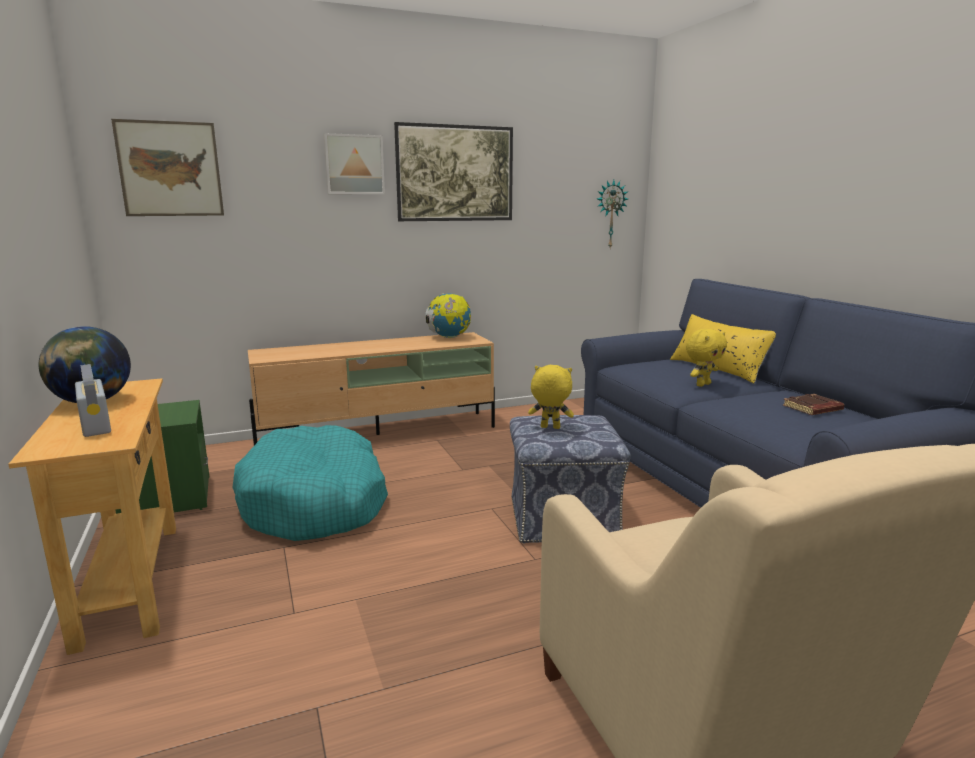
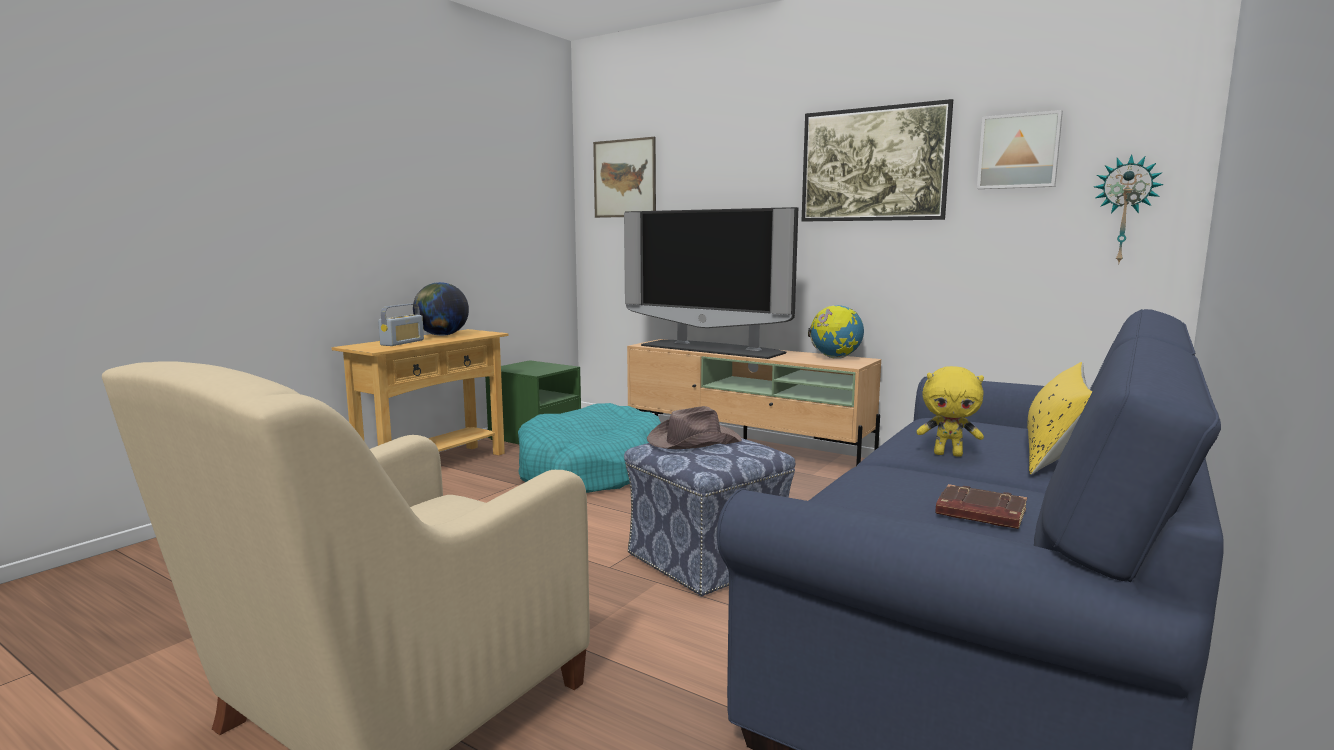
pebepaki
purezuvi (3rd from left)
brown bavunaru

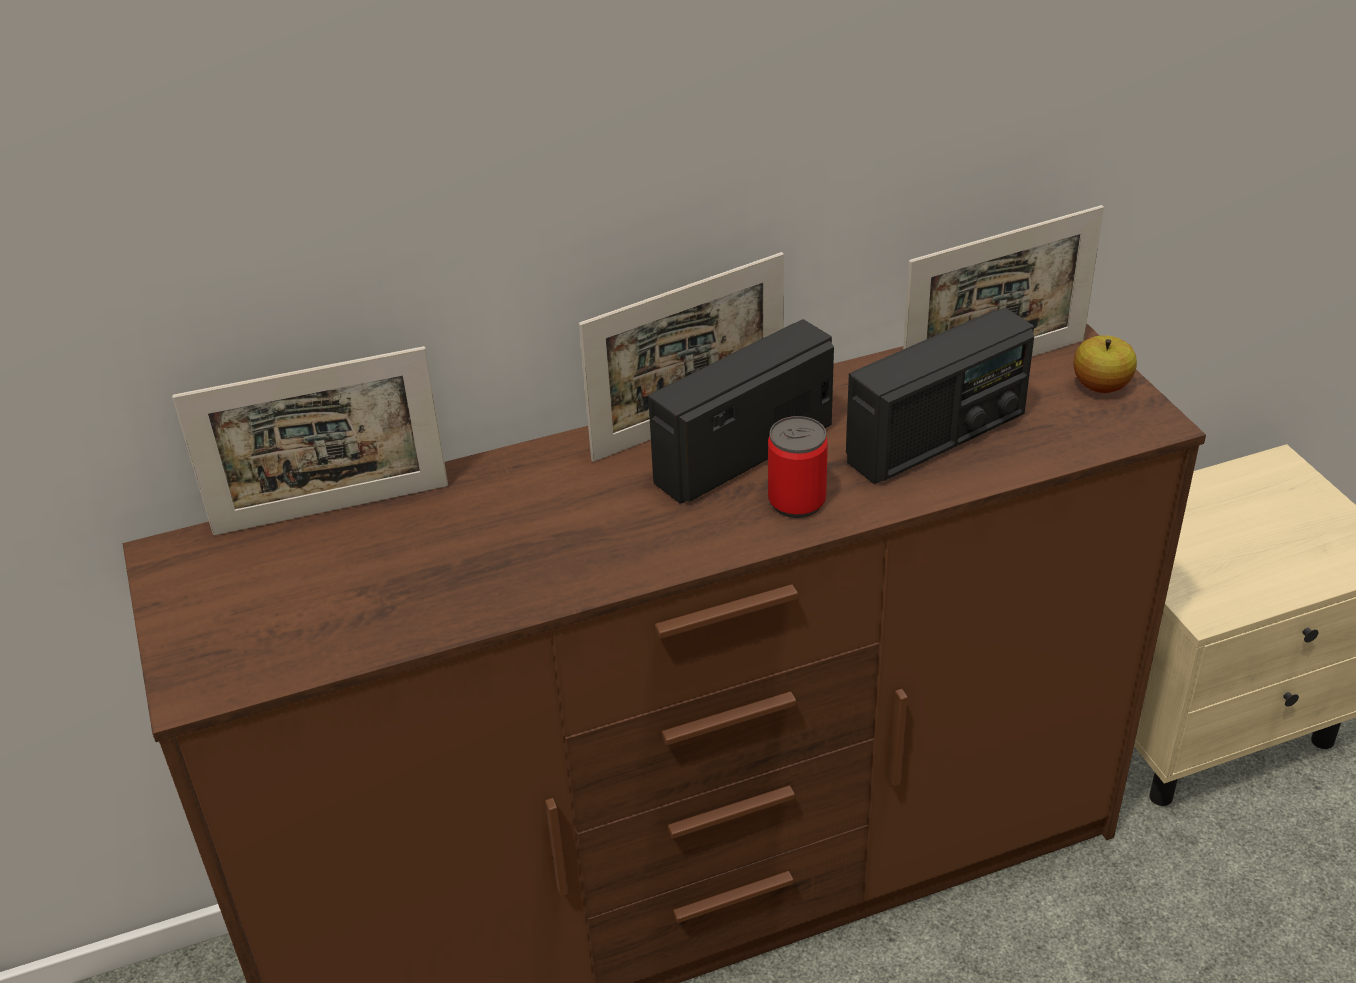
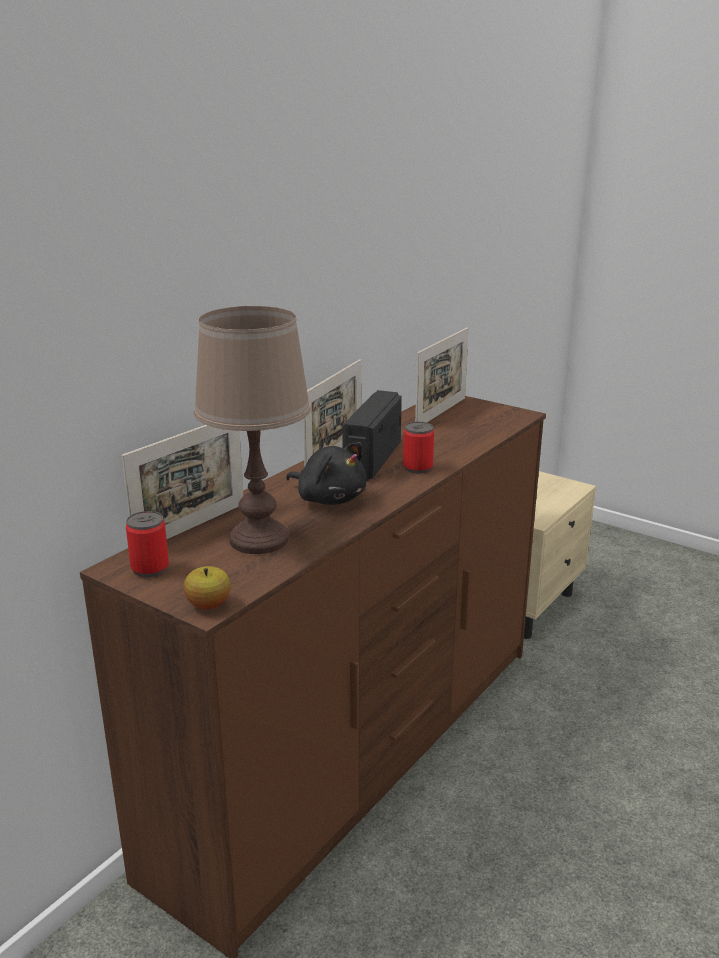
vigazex (2nd from left in the first image)
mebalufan (1st from left)
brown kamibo
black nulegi
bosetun

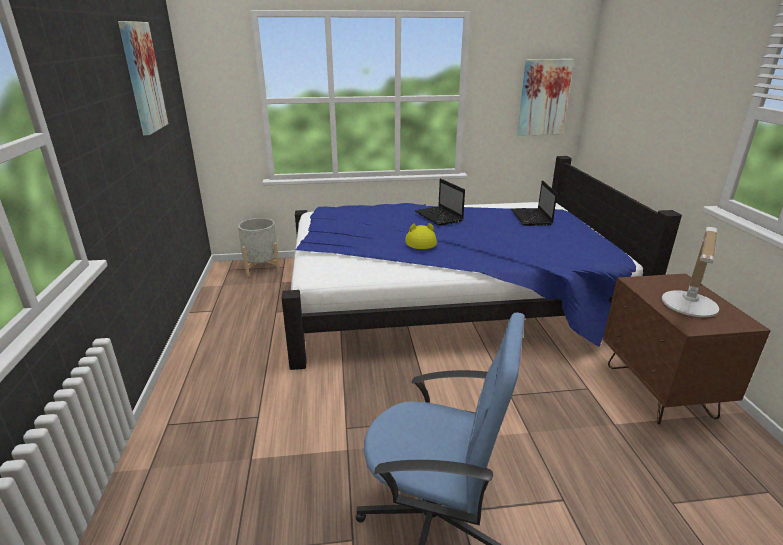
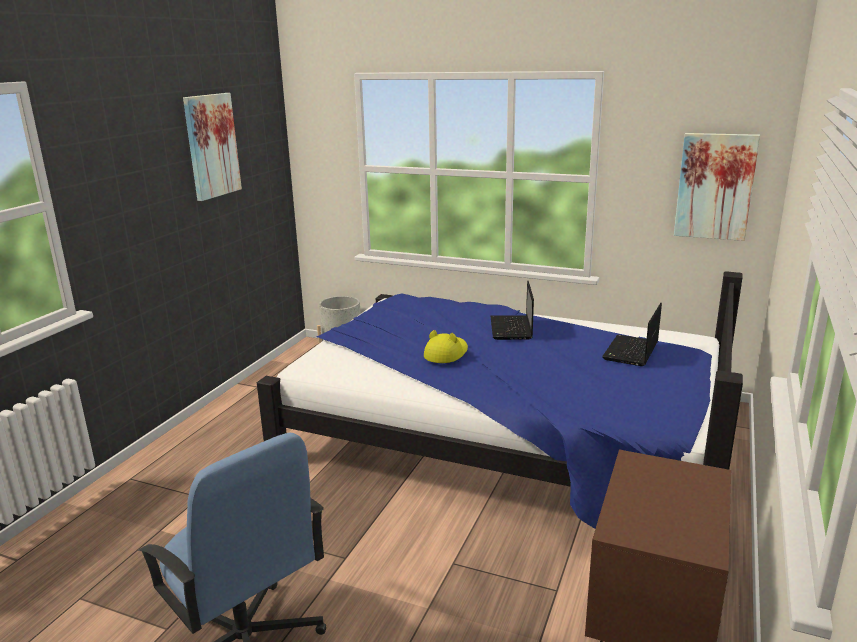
kamibo

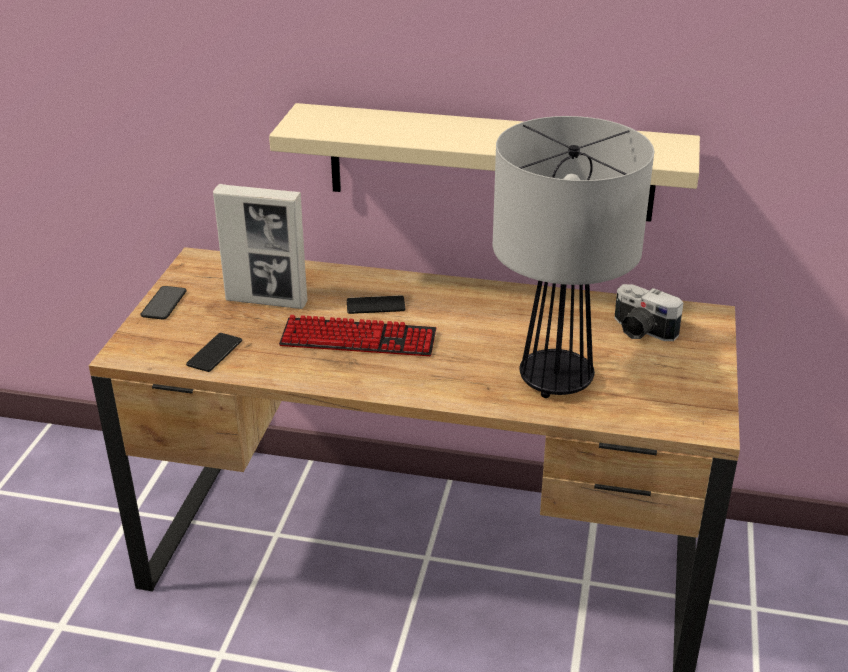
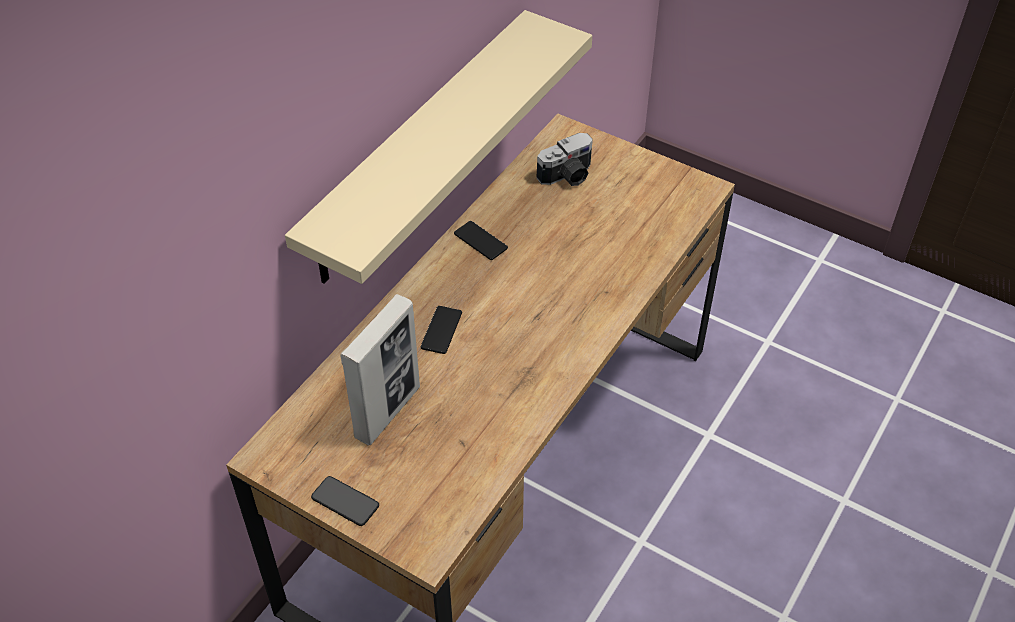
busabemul
kamibo
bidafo (3rd from left)

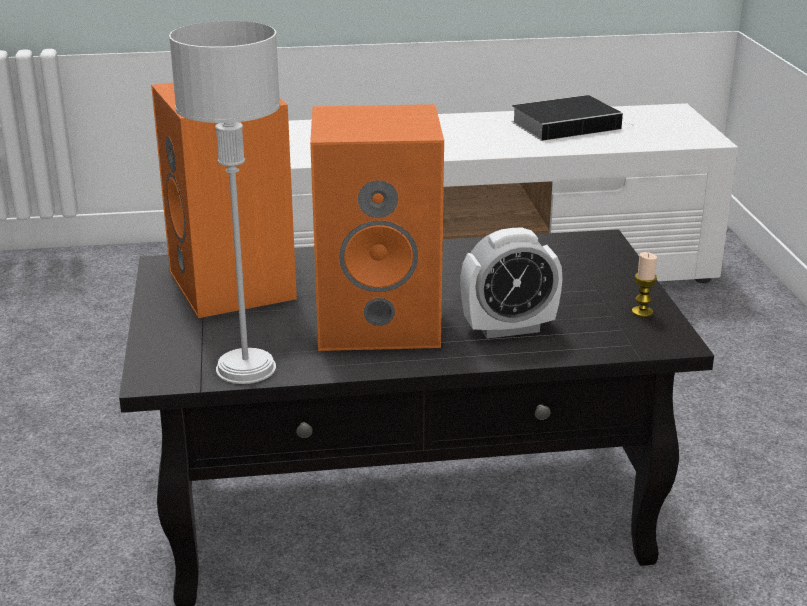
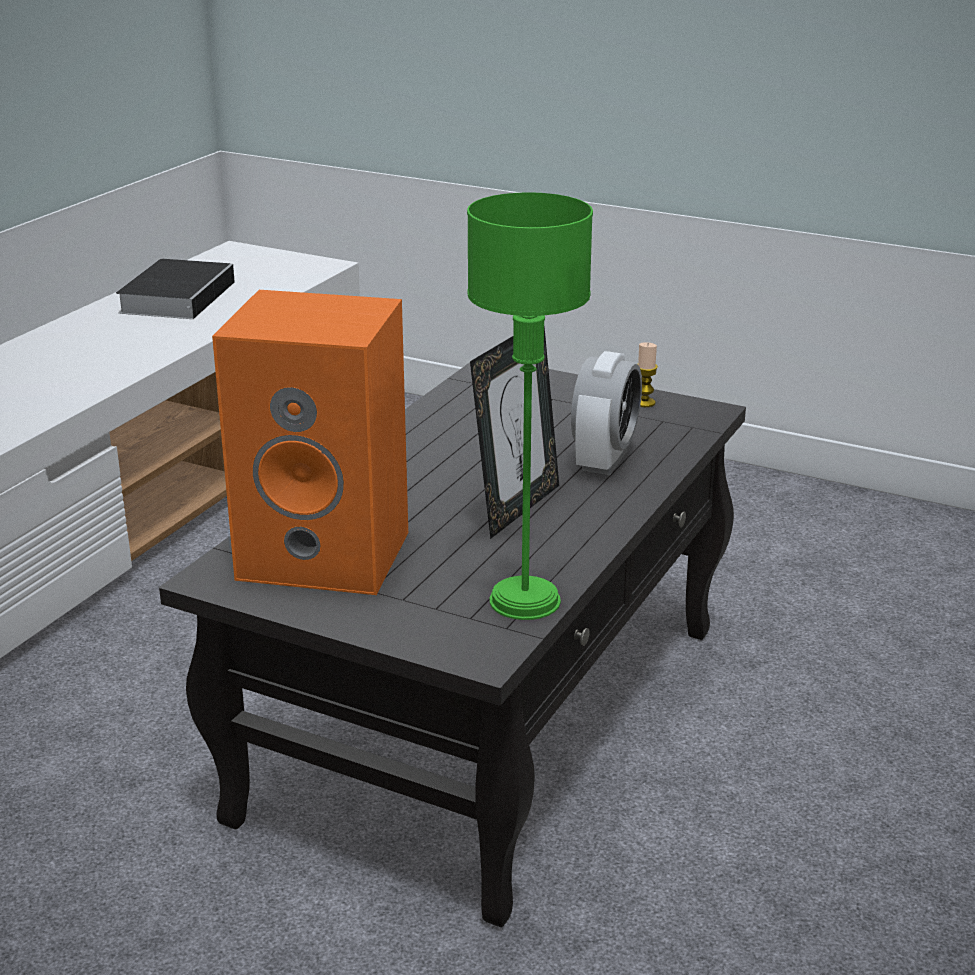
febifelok
green kamibo

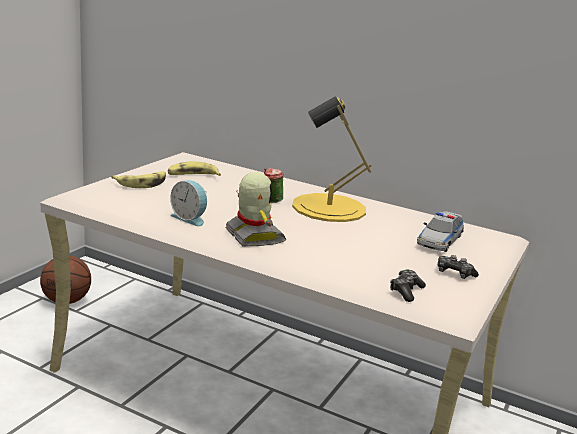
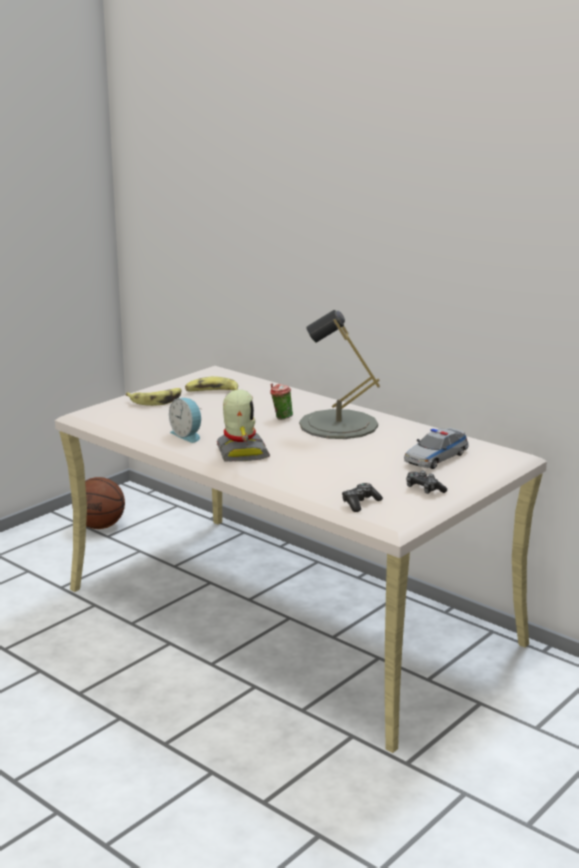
grey kamibo

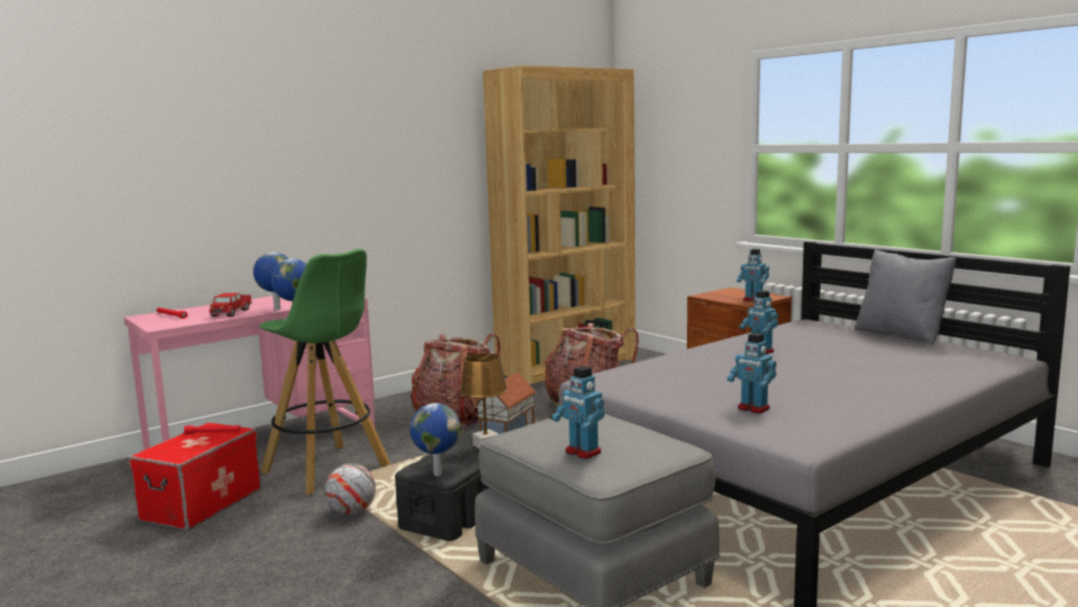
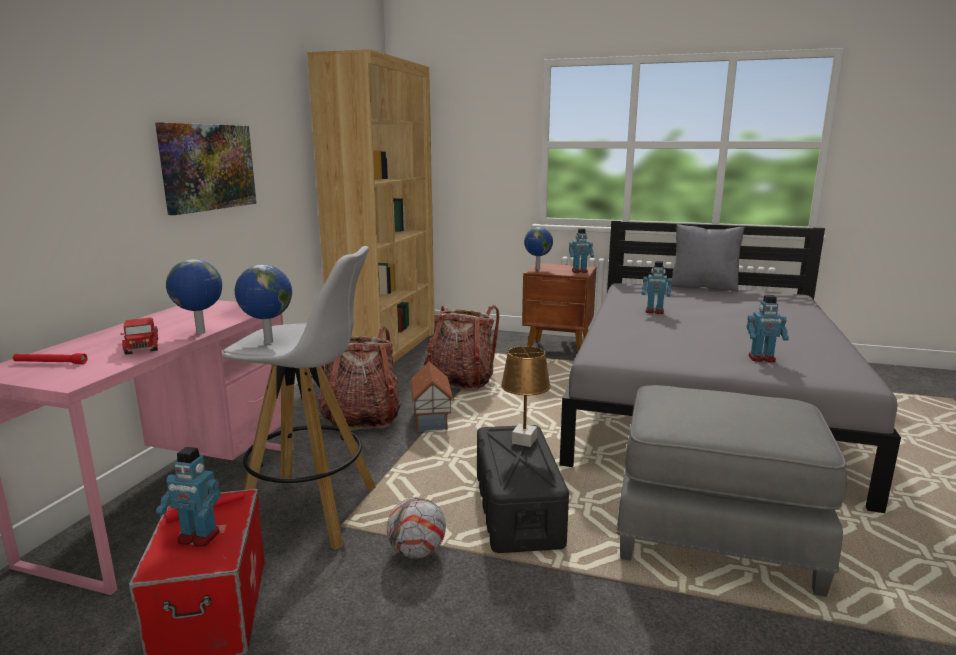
purezuvi
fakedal (3rd from left)
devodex (1st from left)
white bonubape

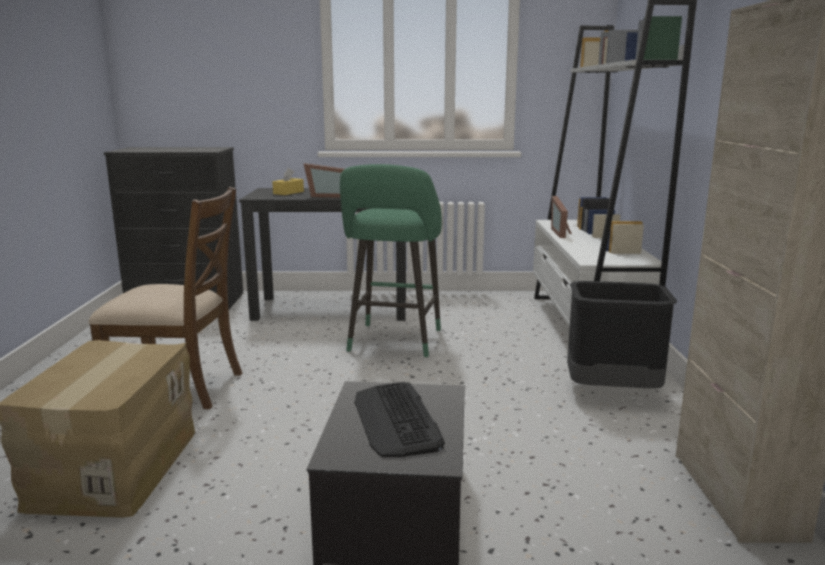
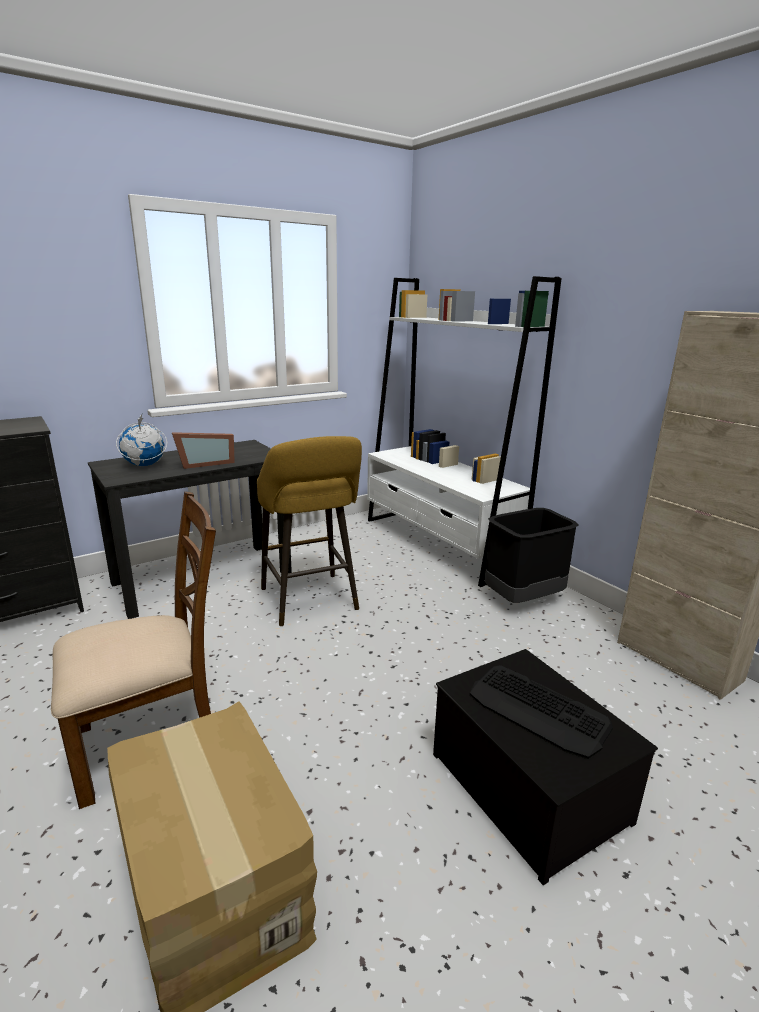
febifelok (2nd from left in the first image)
fakedal
yellow bonubape

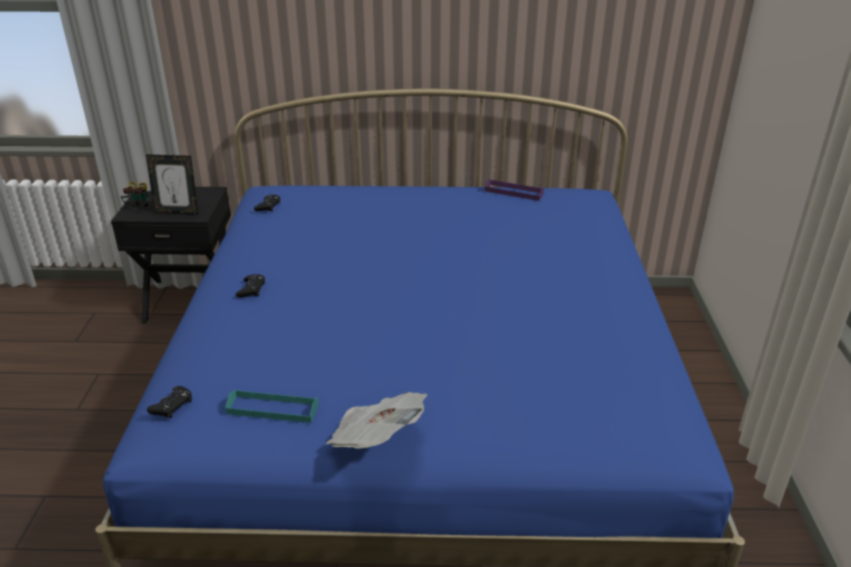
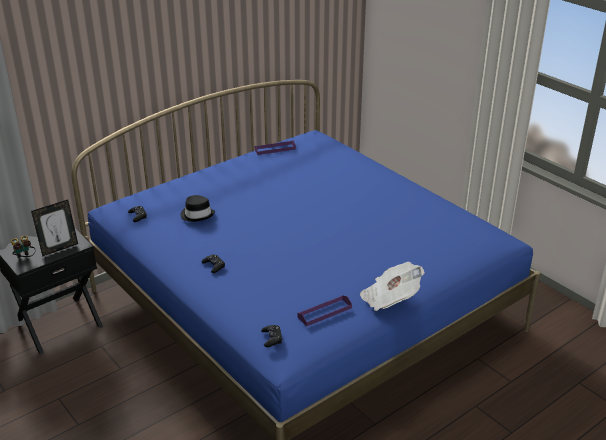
black bavunaru
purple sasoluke (2nd from left)

